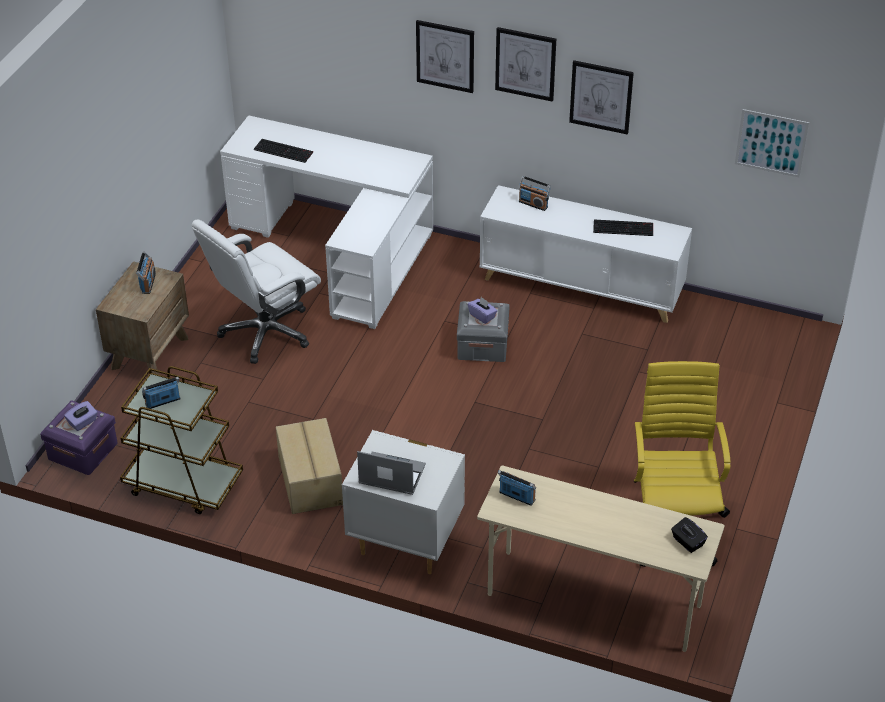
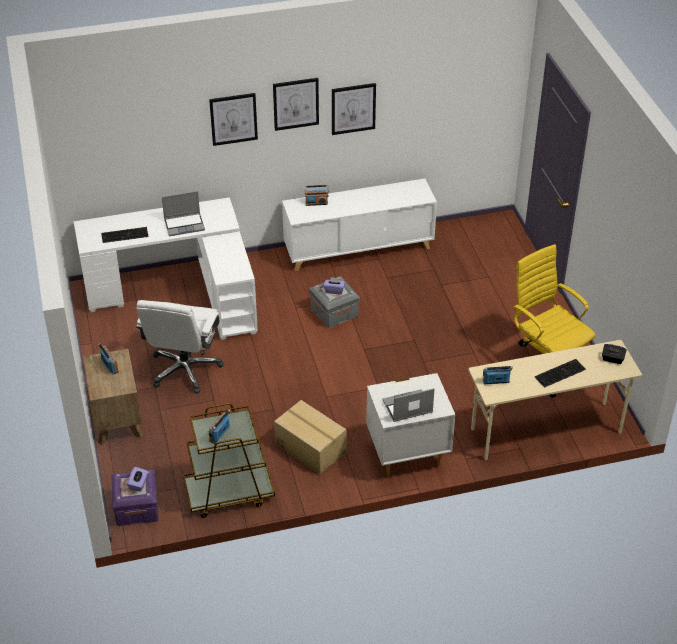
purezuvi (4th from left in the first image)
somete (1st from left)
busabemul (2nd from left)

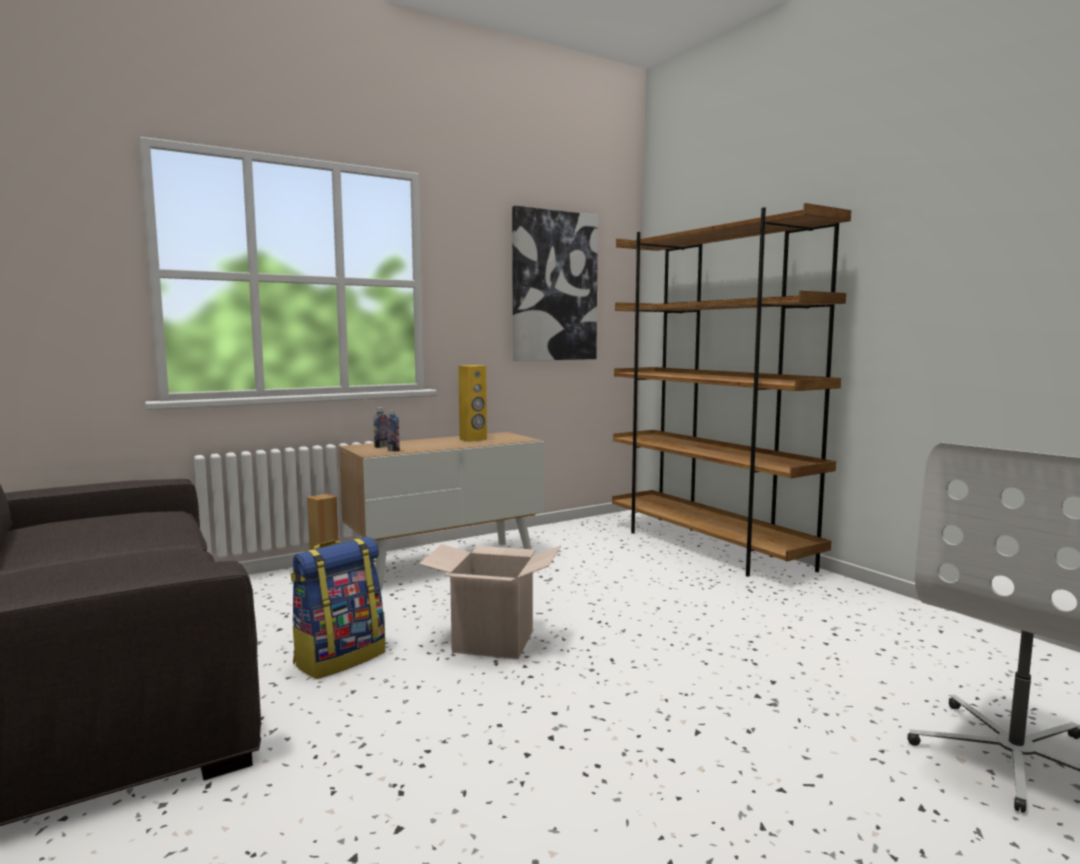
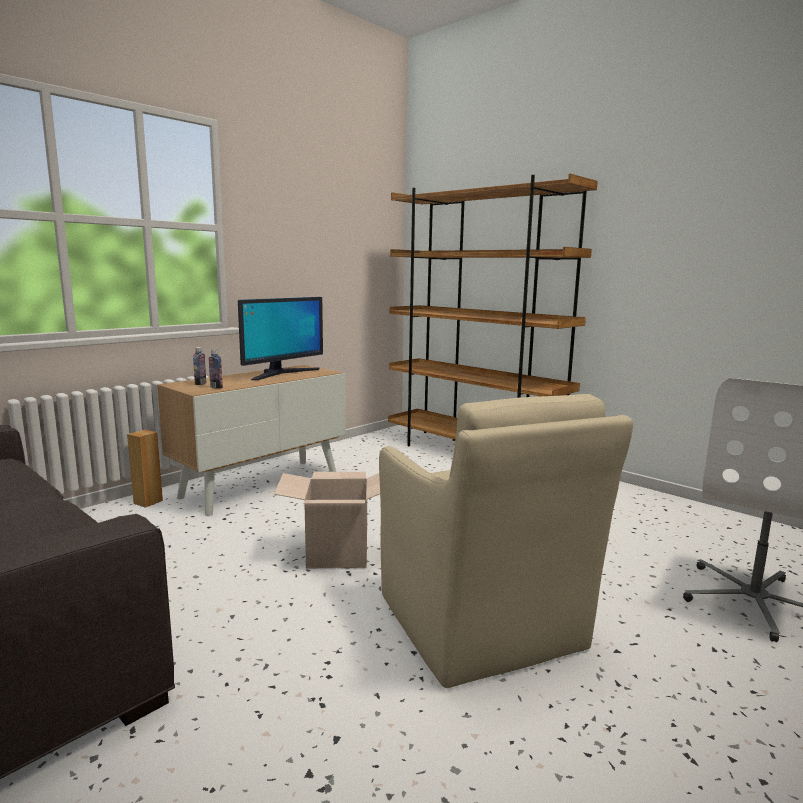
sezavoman
purezuvi
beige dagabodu
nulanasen

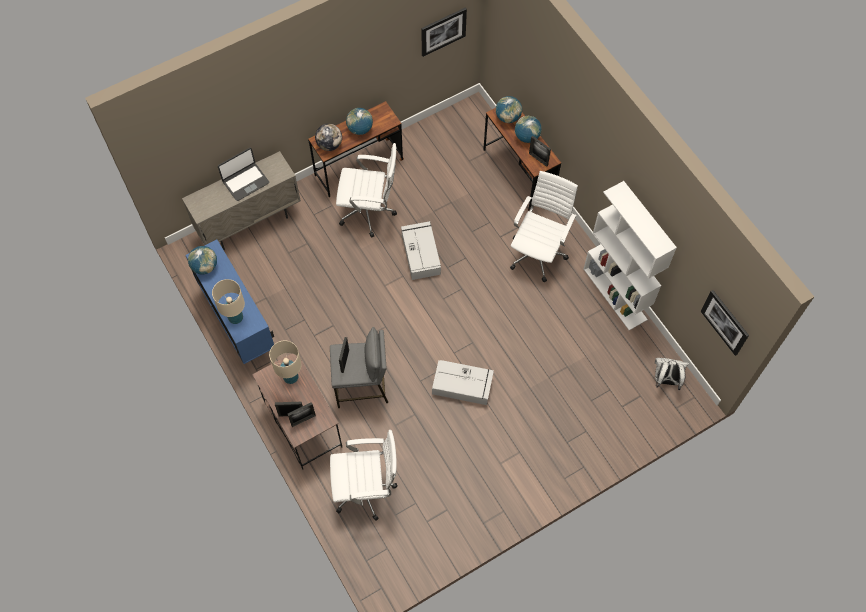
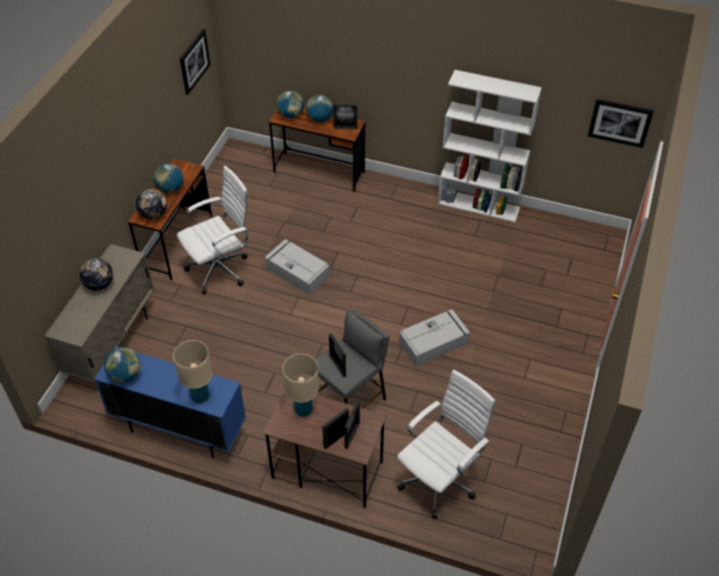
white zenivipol (3rd from left in the first image)
white sezavoman
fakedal (1st from left)

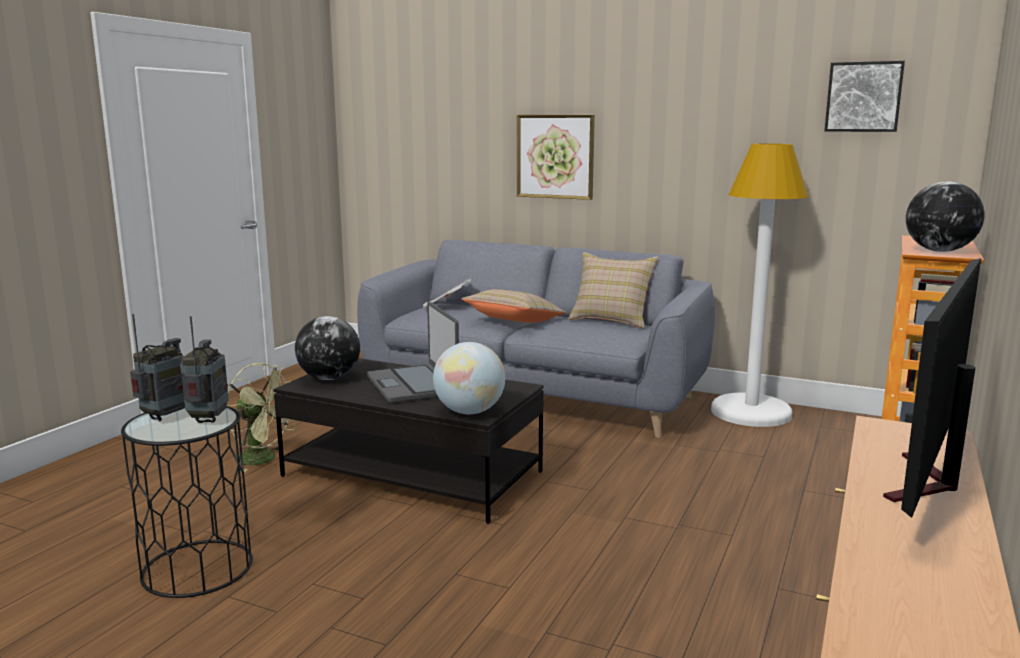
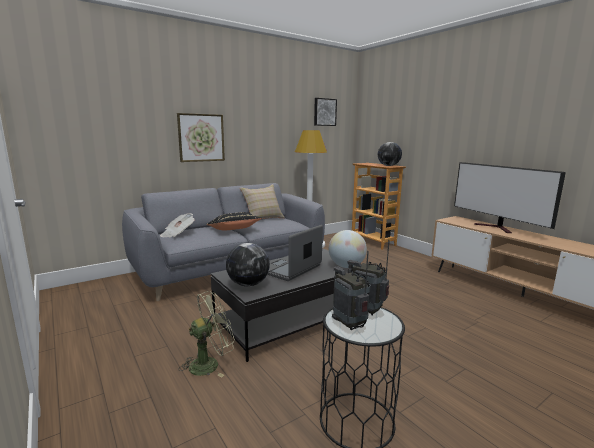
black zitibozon
somete

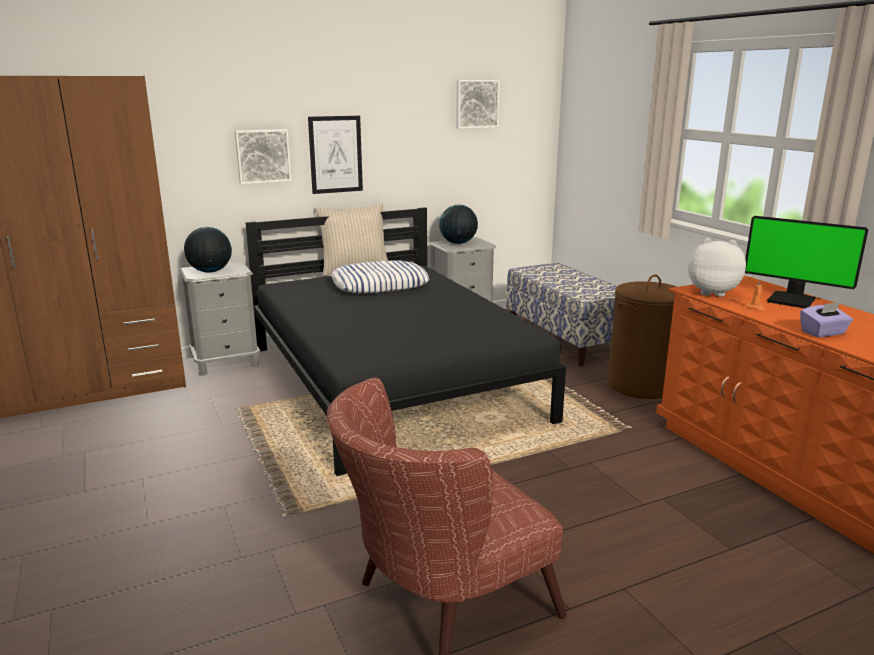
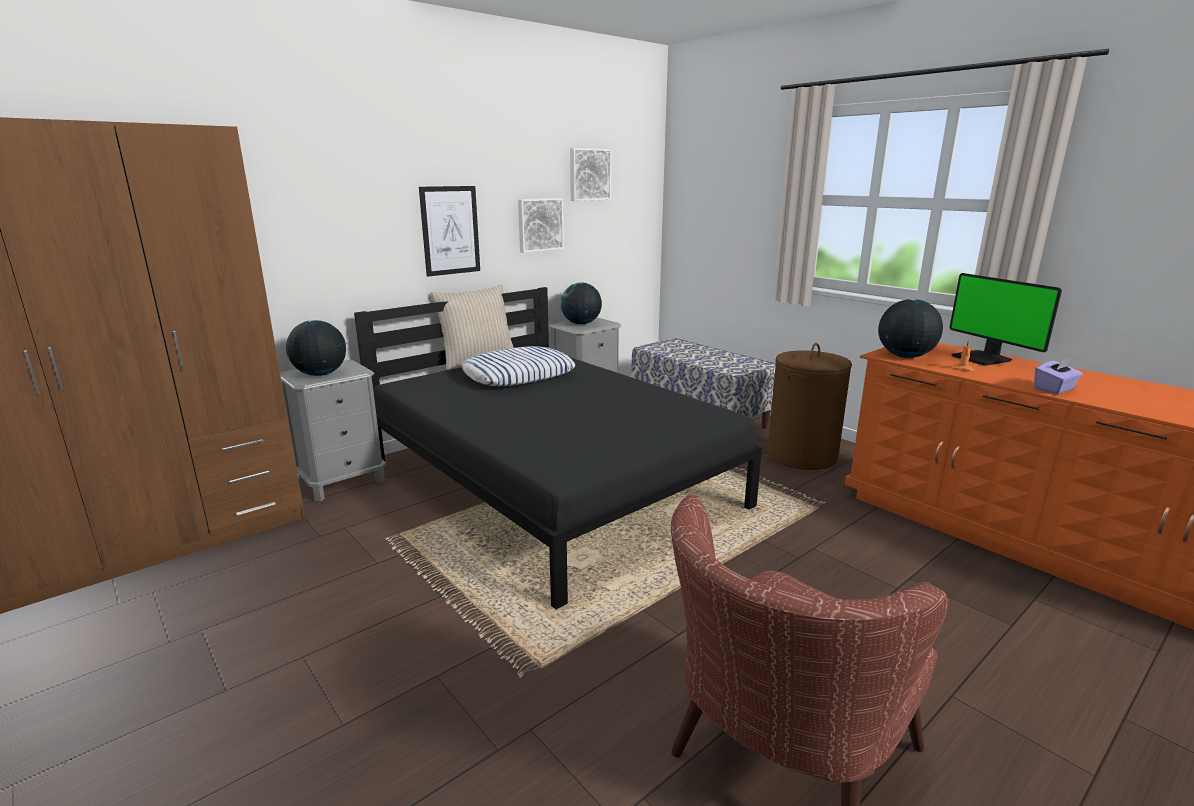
purezuvi (2nd from left)
fakedal (3rd from left)
nulanasen

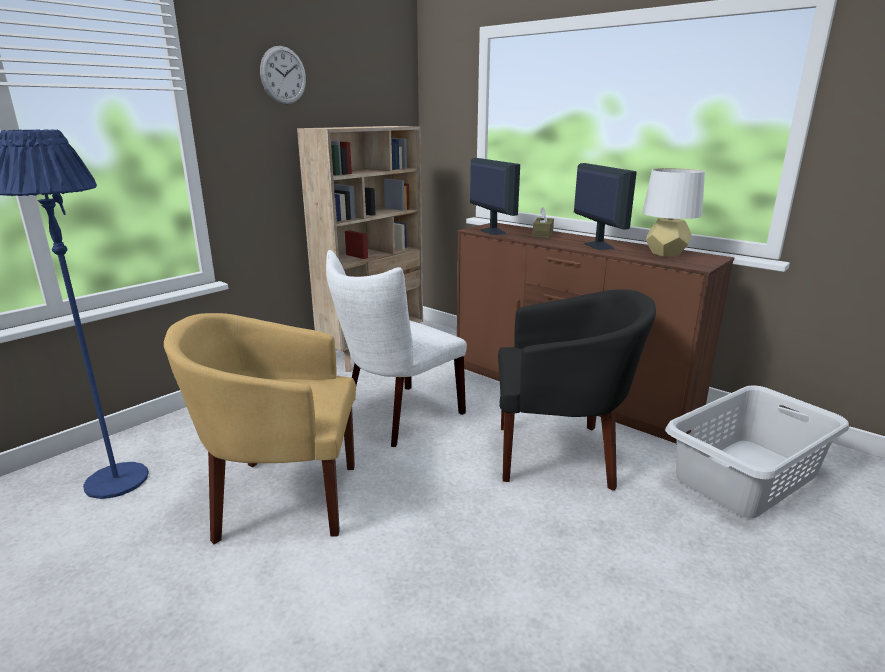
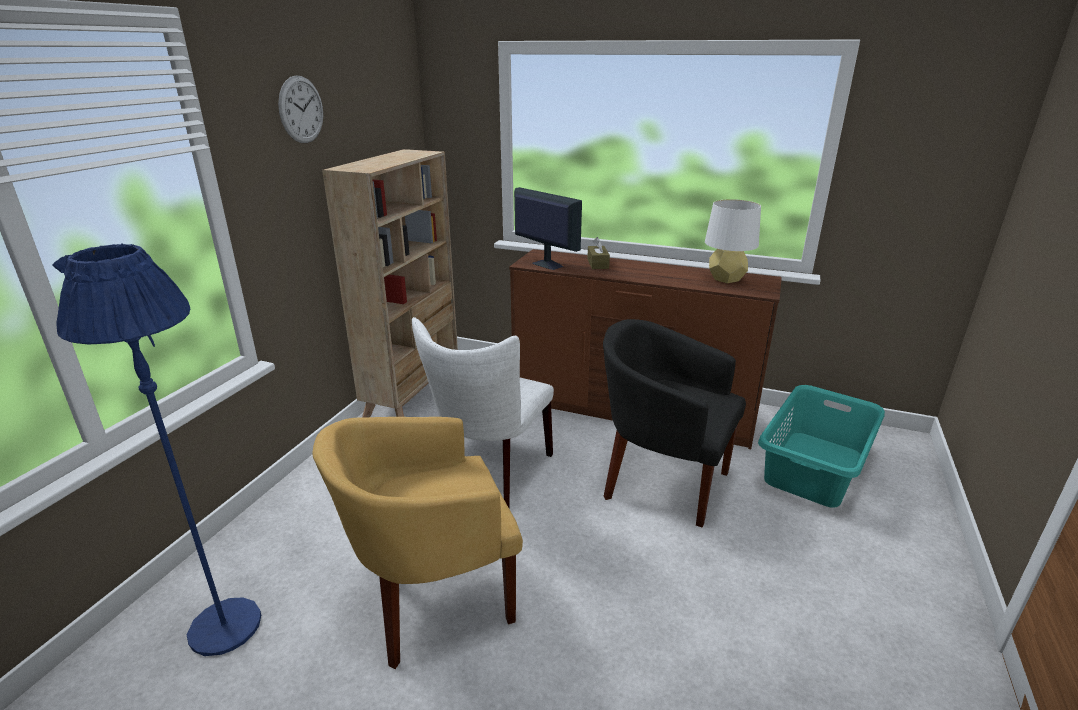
nulanasen (2nd from left in the first image)
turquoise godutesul
black dagabodu

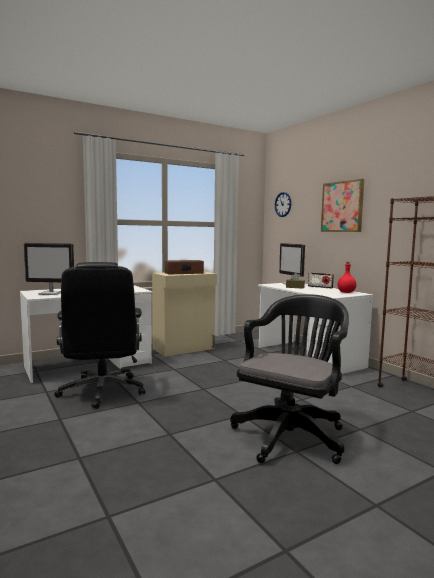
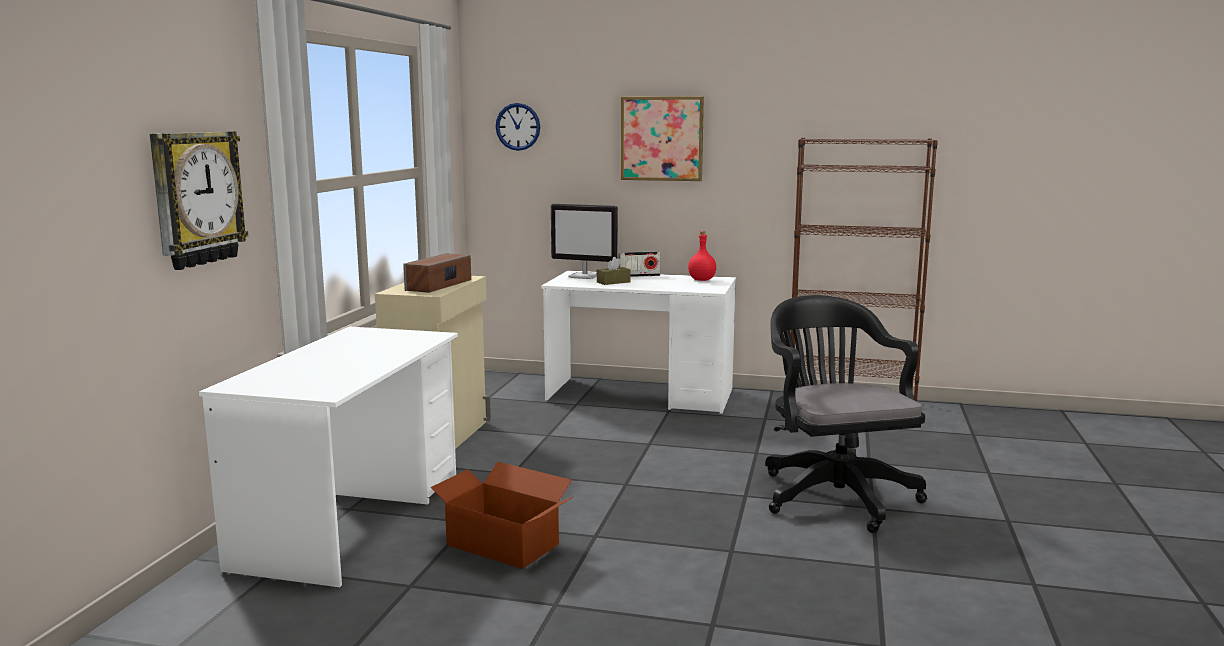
nulanasen (1st from left in the first image)
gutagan (1st from left)
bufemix

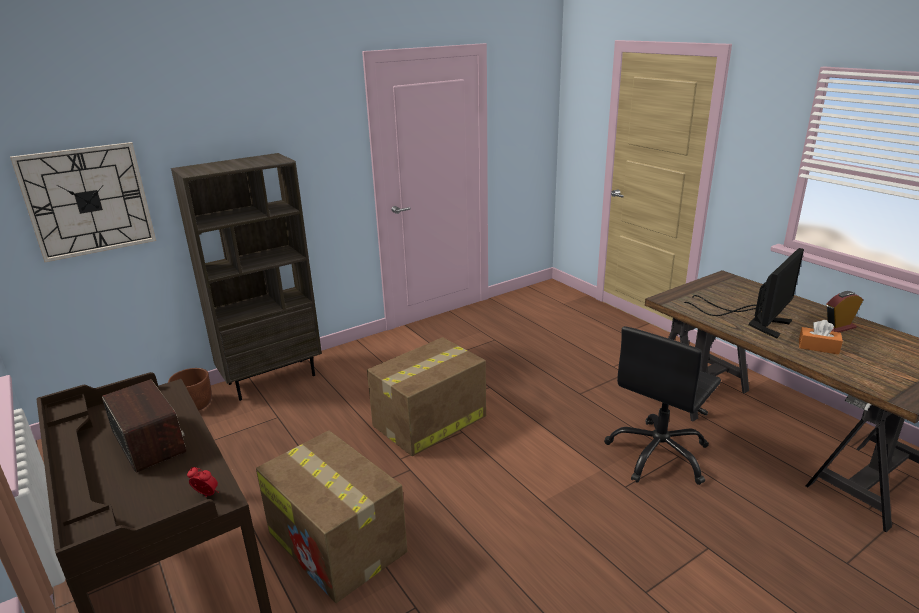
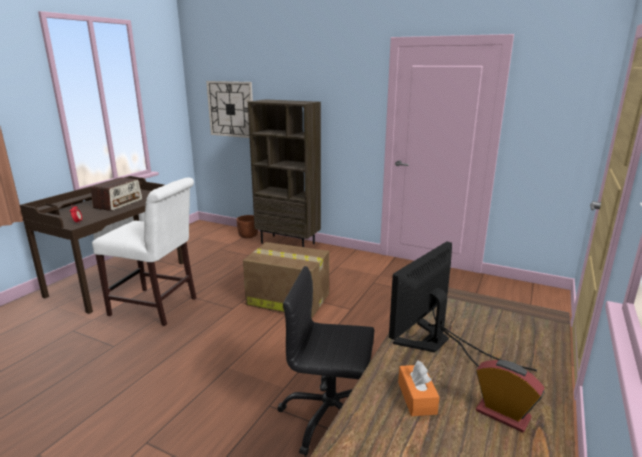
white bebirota
nulanasen

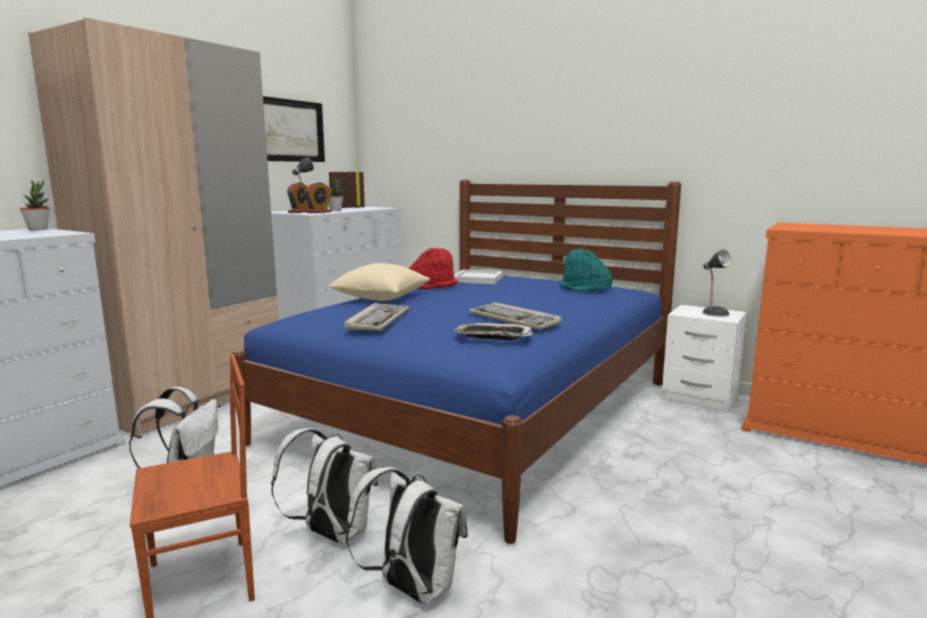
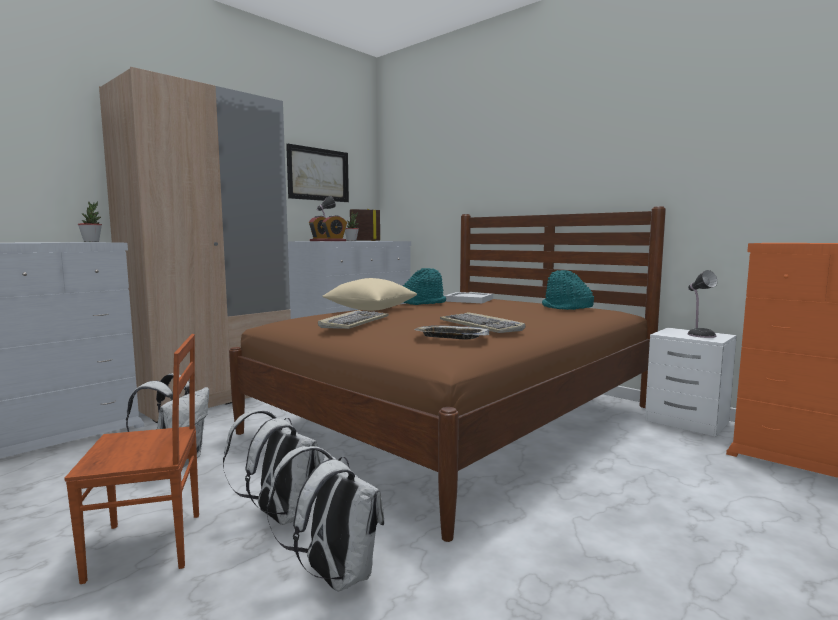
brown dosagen
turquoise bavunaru (1st from left)

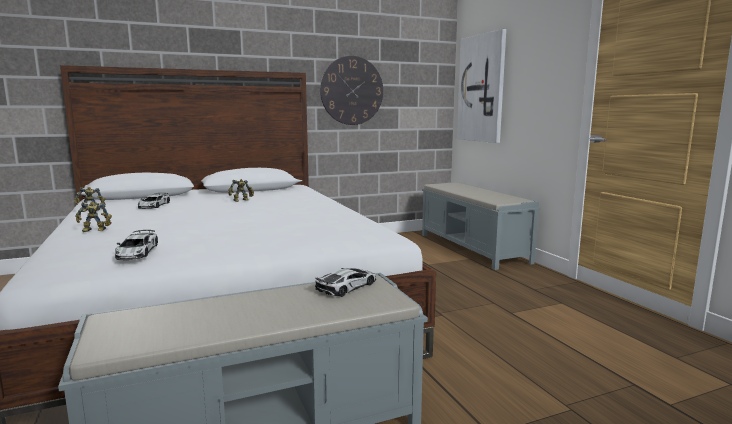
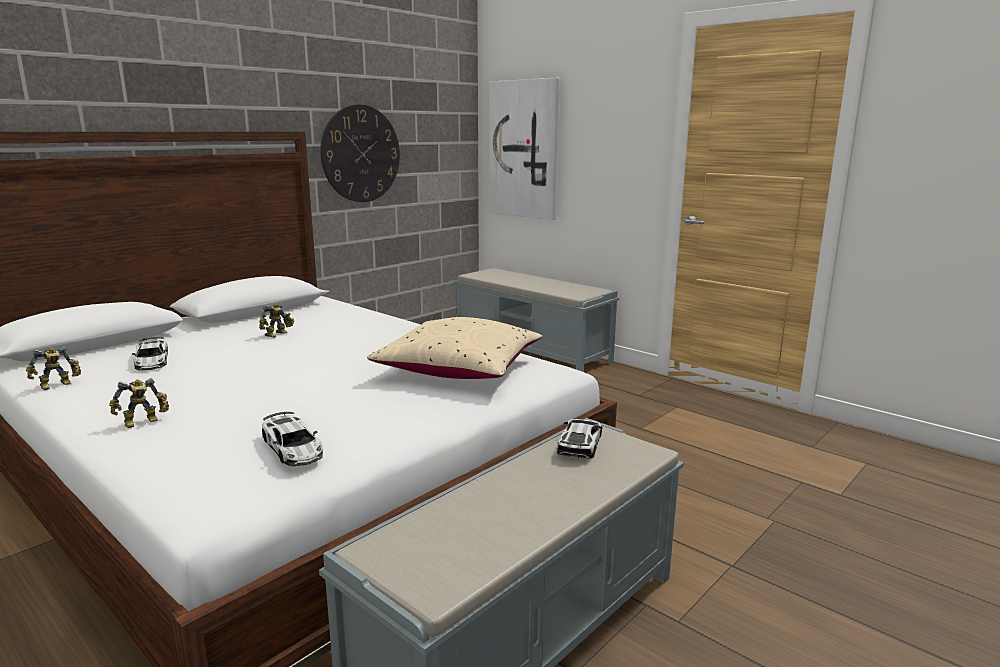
beige zitibozon

